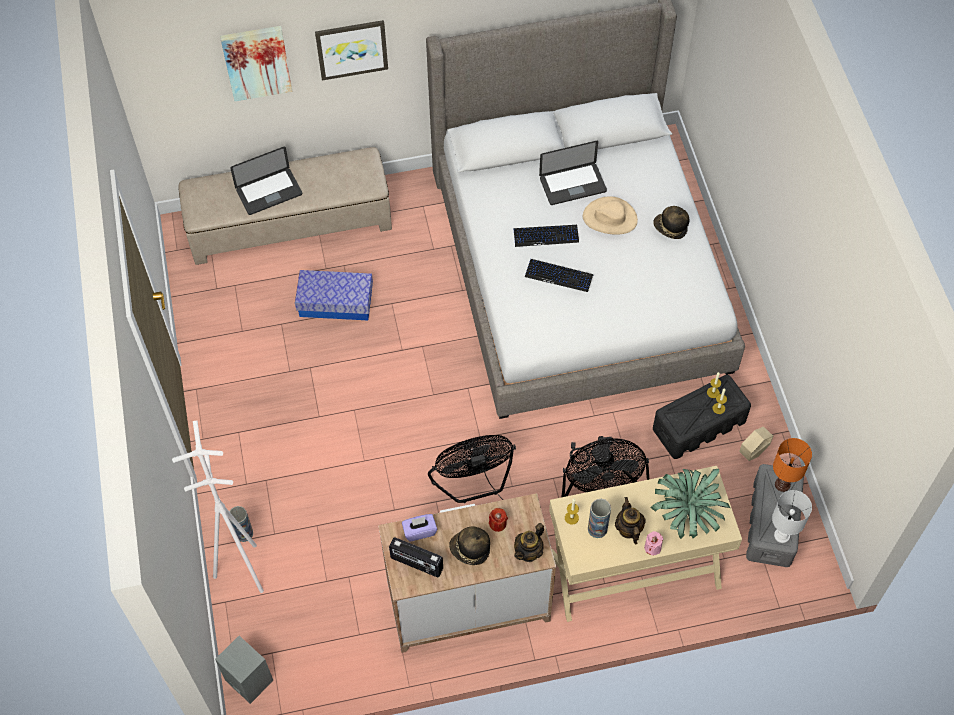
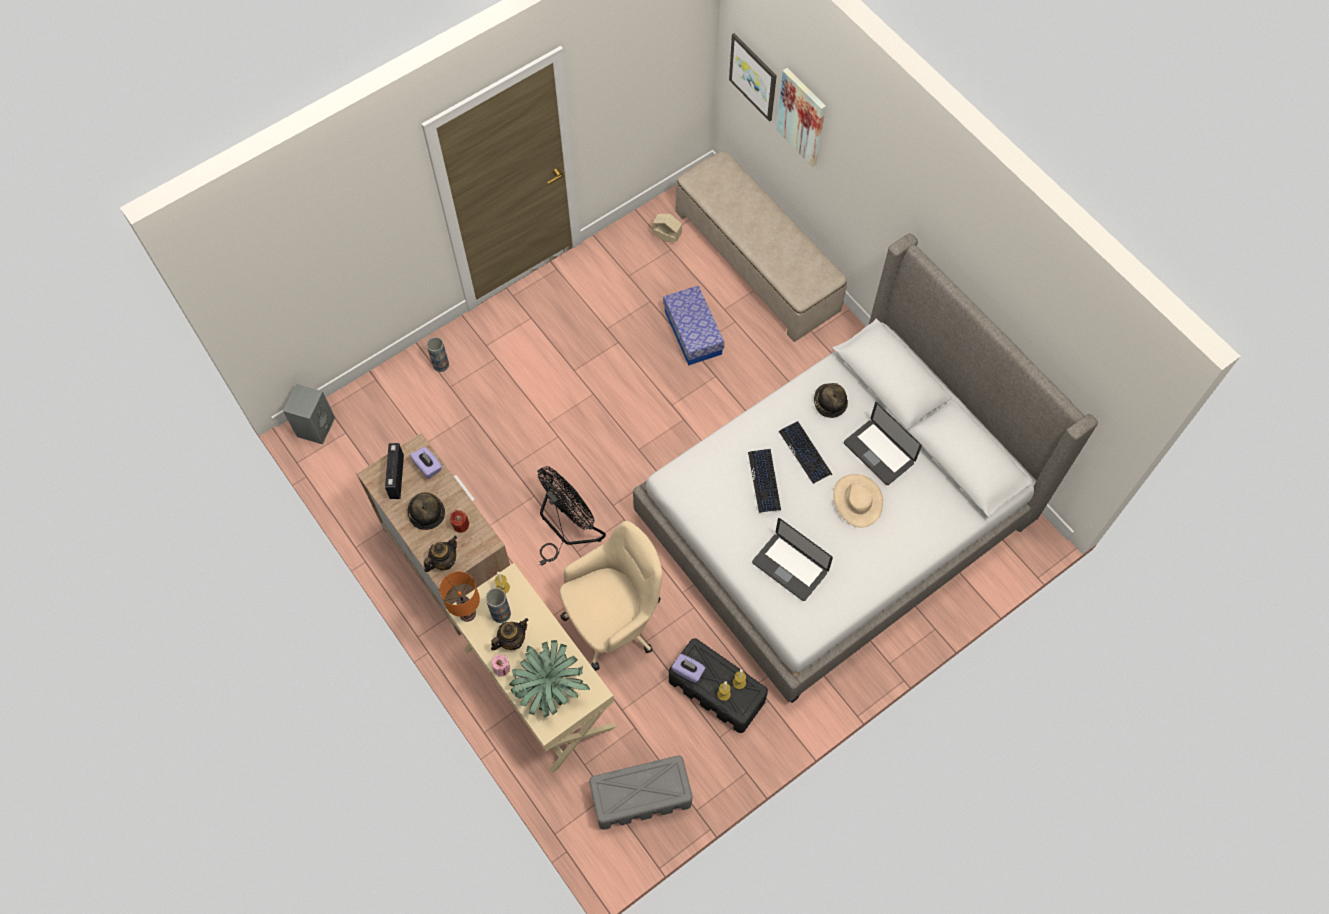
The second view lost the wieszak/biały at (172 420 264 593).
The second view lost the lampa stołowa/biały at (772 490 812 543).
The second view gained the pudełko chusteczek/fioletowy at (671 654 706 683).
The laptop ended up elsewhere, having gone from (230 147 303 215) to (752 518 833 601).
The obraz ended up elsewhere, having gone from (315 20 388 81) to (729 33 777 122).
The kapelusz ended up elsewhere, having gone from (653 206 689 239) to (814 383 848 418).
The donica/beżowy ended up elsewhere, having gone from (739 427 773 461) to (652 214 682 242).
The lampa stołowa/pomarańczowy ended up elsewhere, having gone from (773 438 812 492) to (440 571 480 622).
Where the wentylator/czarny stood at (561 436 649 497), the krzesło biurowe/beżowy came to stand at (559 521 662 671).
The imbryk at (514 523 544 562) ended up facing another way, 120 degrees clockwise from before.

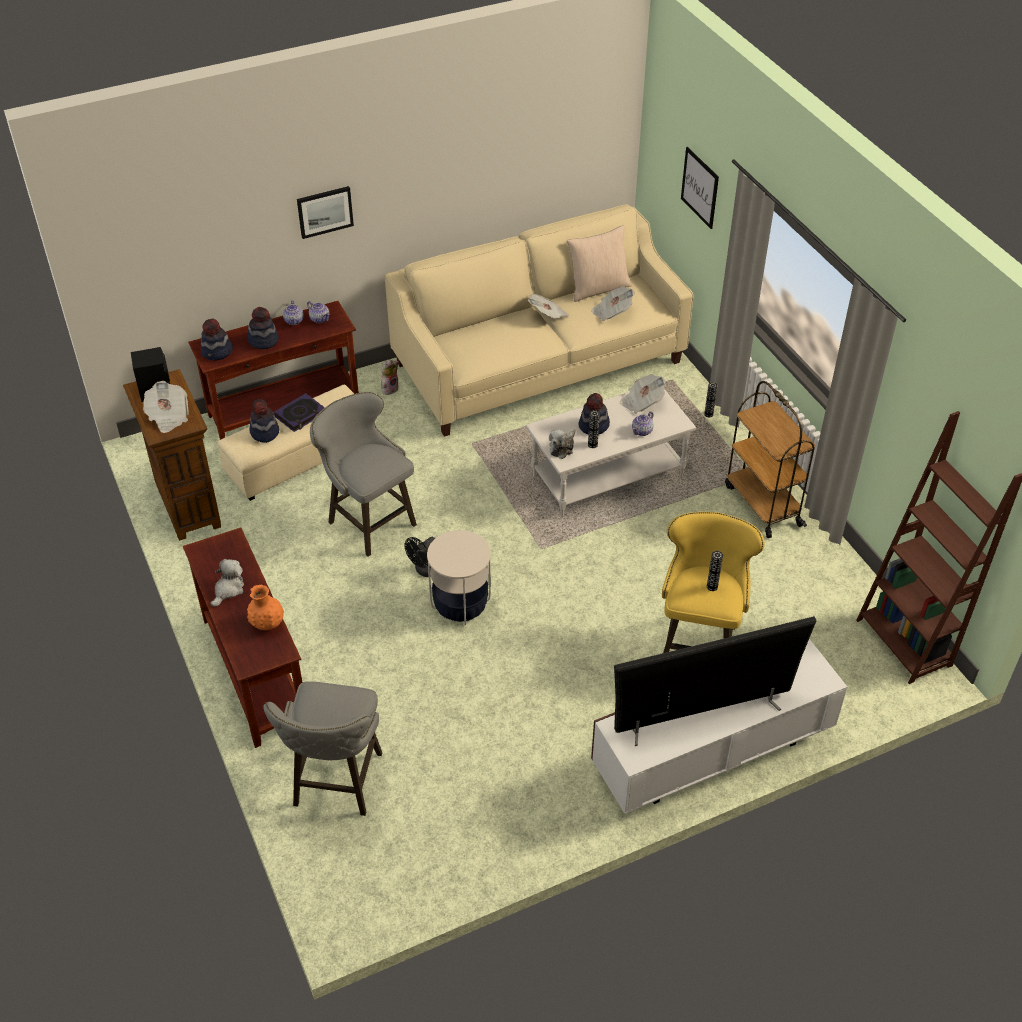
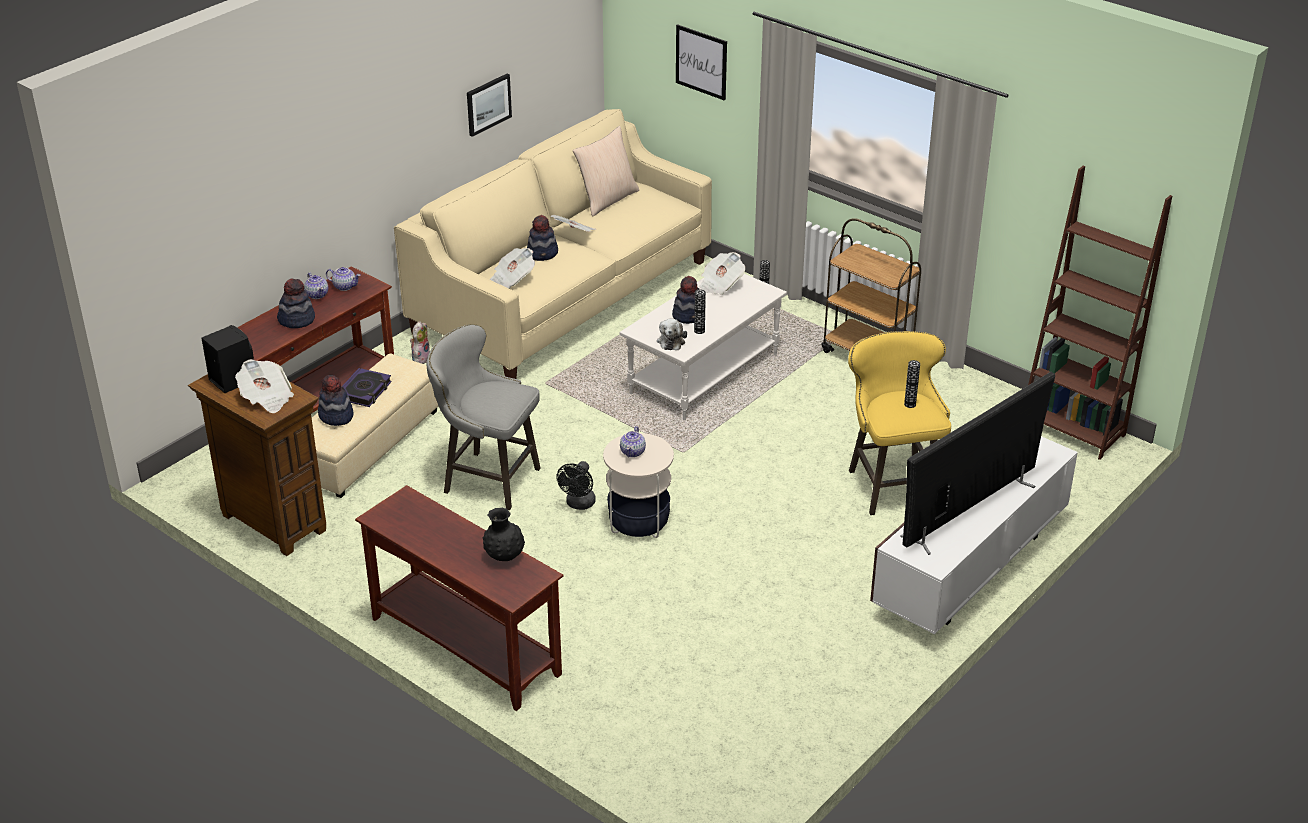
The second view lost the pluszak at (211 559 244 607).
The second view lost the stołek/szary at (263 681 382 816).
The kapelusz ended up elsewhere, having gone from (201 319 233 360) to (527 215 558 261).
The obraz ended up elsewhere, having gone from (297 186 354 239) to (467 74 512 137).
The gazeta ended up elsewhere, having gone from (591 286 635 321) to (489 248 535 289).
The imbryk ended up elsewhere, having gone from (632 411 654 436) to (620 426 646 457).
What was the wazon/pomarańczowy at (247 584 284 630) turned into the wazon/czarny at (483 508 525 561).

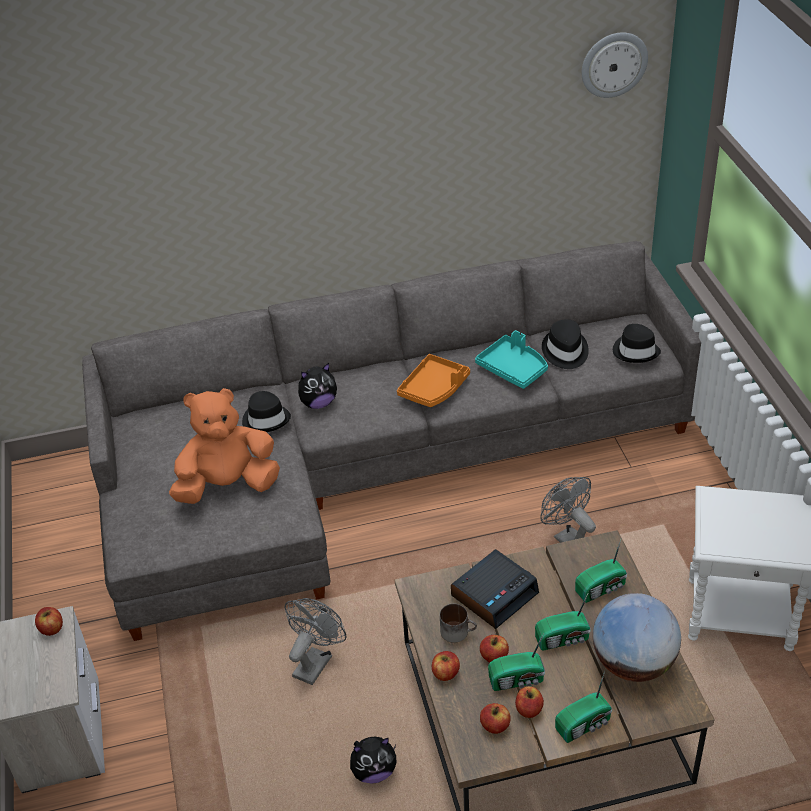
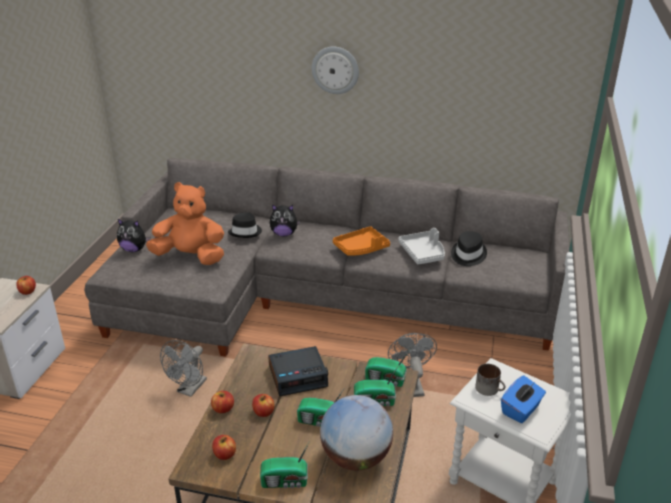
The second view lost the jabłko at (515 686 544 718).
The second view lost the kapelusz/czarny at (613 324 661 363).
The second view gained the pudełko chusteczek/niebieski at (501 376 546 423).
The pluszak ended up elsewhere, having gone from (350 737 396 784) to (117 219 151 252).
The kubek ended up elsewhere, having gone from (440 604 477 643) to (475 364 505 396).
The radio ended up elsewhere, having gone from (488 633 545 691) to (365 350 410 387).
The zegar ścienny ended up elsewhere, having gone from (582 32 648 98) to (312 46 359 94).
What was the taca/turkusowy at (475 330 548 389) turned into the taca/szary at (398 228 445 265).
The wentylator/szary at (284 598 347 685) ended up facing another way, 150 degrees clockwise from before.

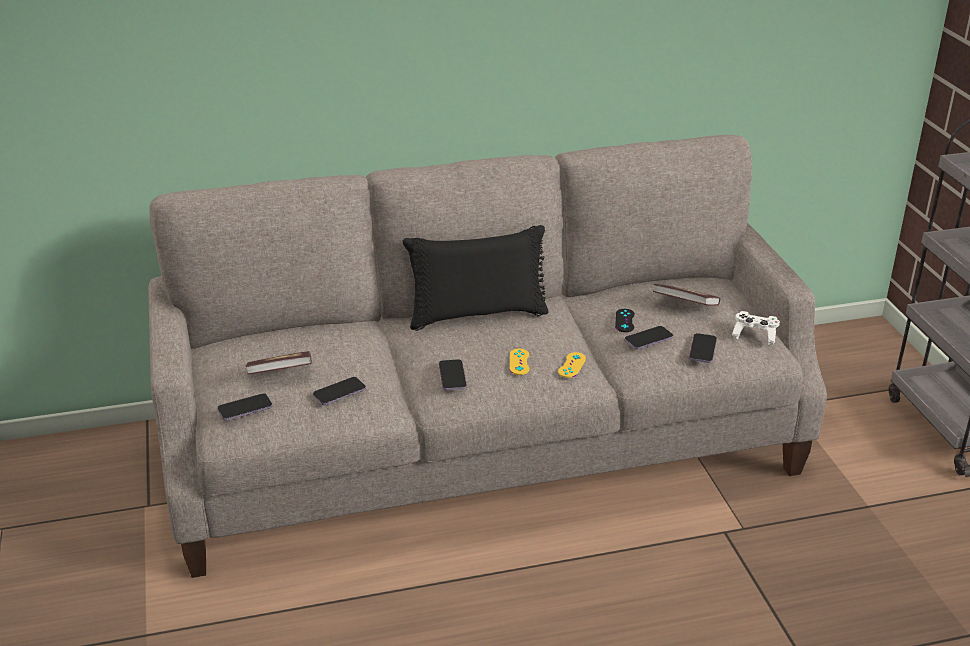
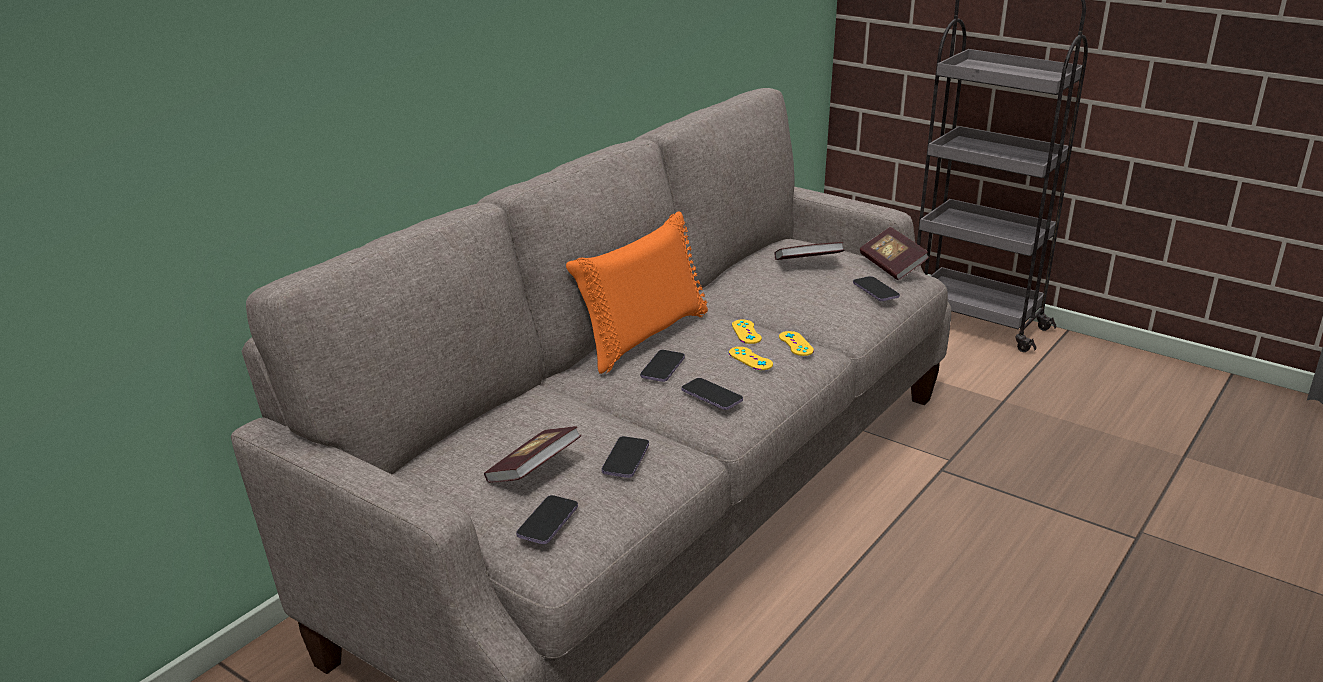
The second view lost the pad do gier/czarny at (615 309 635 332).
The second view gained the pad do gier/żółty at (732 320 762 344).
The telefon ended up elsewhere, having gone from (625 326 673 349) to (640 350 685 382).
Where the pad do gier/biały stood at (732 311 780 346), the książka came to stand at (860 227 929 280).
What was the poduszka/czarny at (403 225 549 331) turned into the poduszka/pomarańczowy at (566 211 708 374).

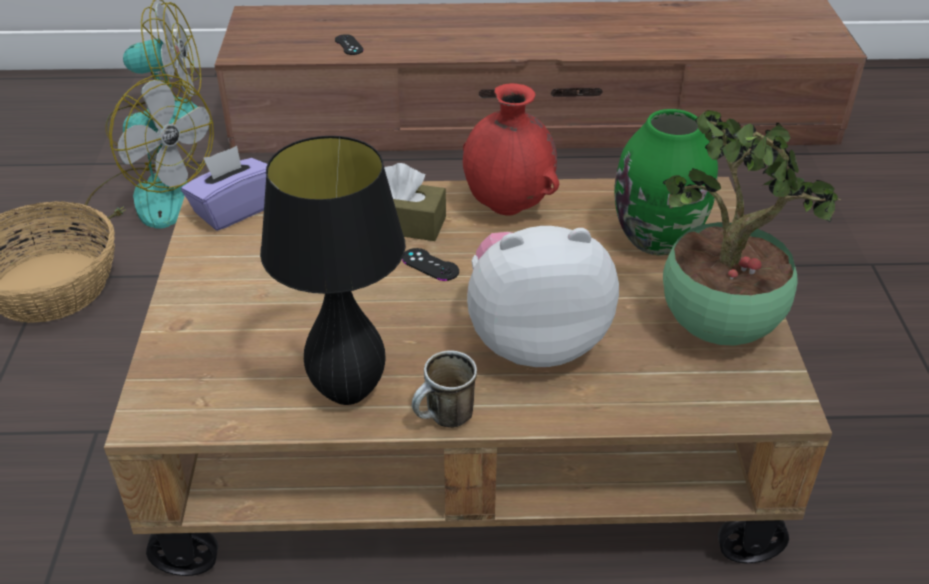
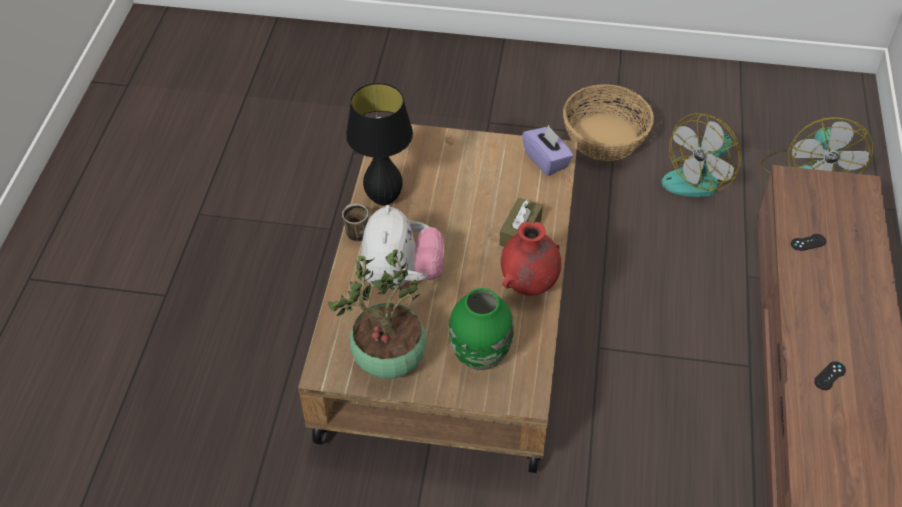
The pad do gier/czarny ended up elsewhere, having gone from (402 248 459 281) to (814 361 846 390).

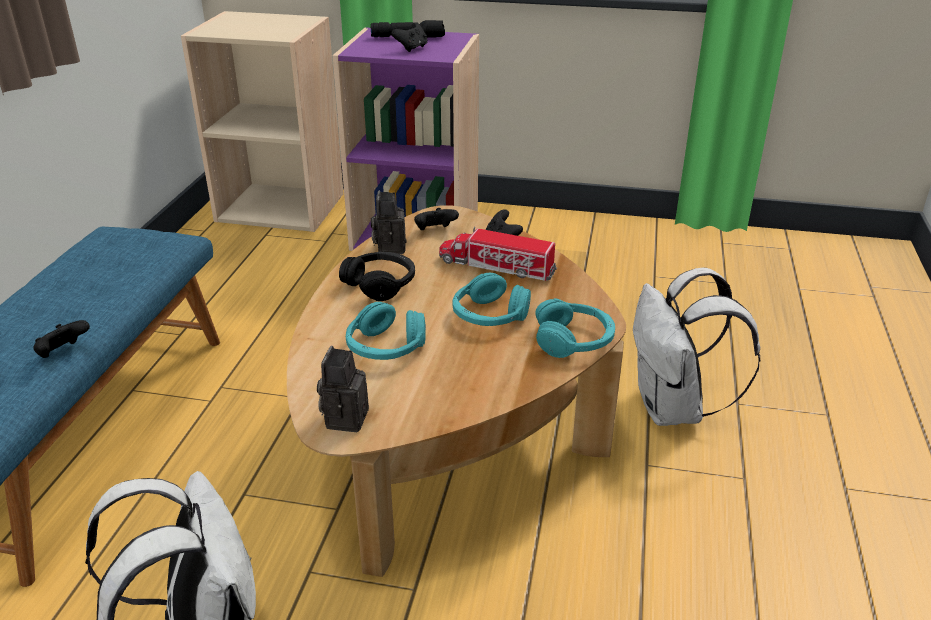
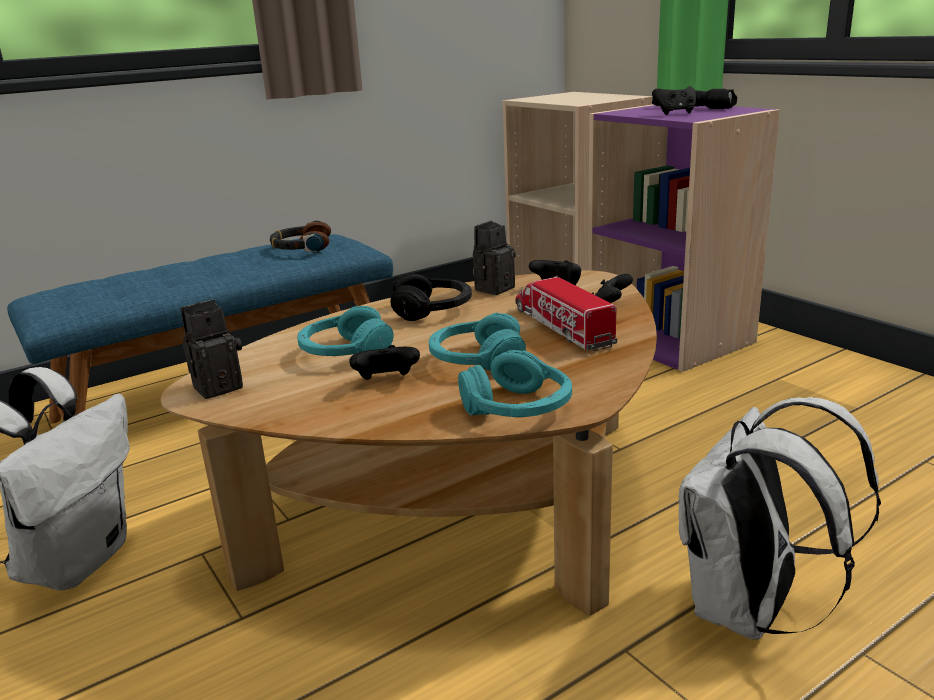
The second view gained the słuchawki at (270 221 331 252).
The pad do gier/czarny ended up elsewhere, having gone from (33 320 90 358) to (349 345 420 380).

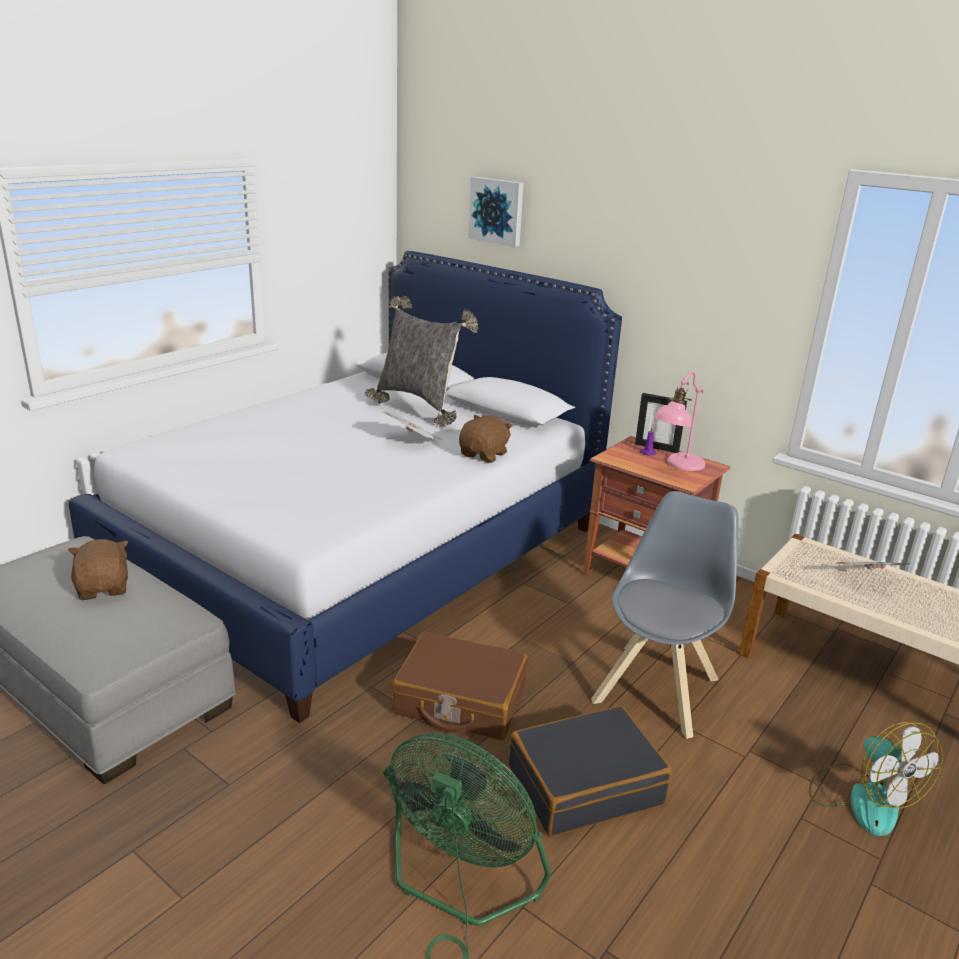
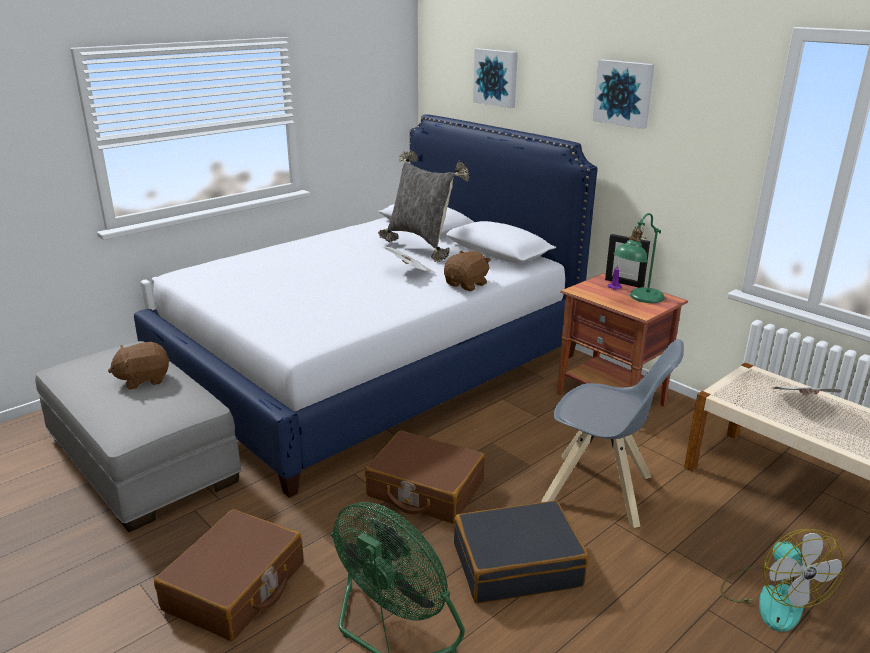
The second view gained the walizka/brązowy at (154 509 303 641).
The second view gained the obraz at (593 60 655 129).
What was the lampa stołowa/różowy at (654 371 705 471) turned into the lampa stołowa/zielony at (614 213 665 303).
The pluszak/brązowy at (68 539 128 600) ended up facing another way, 105 degrees counterclockwise from before.
The krzesło/szary at (591 491 739 739) ended up facing another way, 75 degrees clockwise from before.

